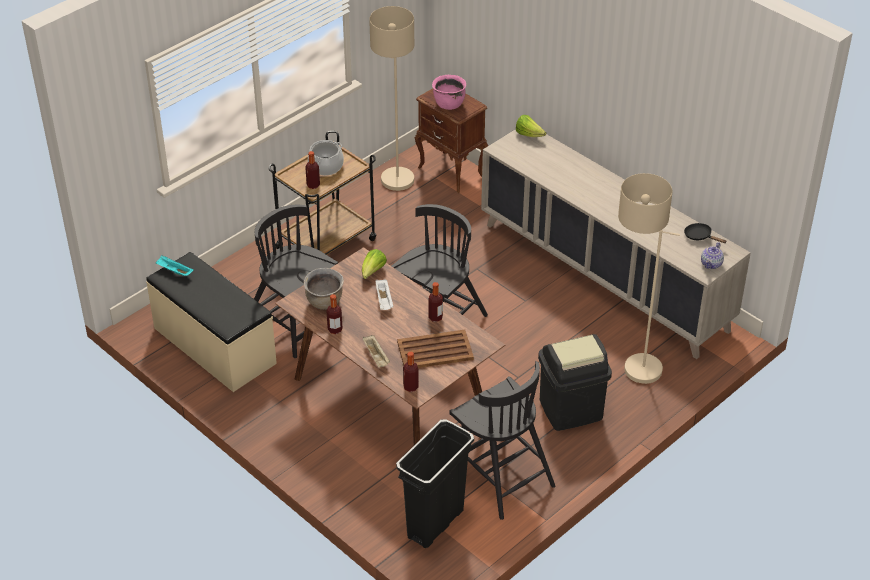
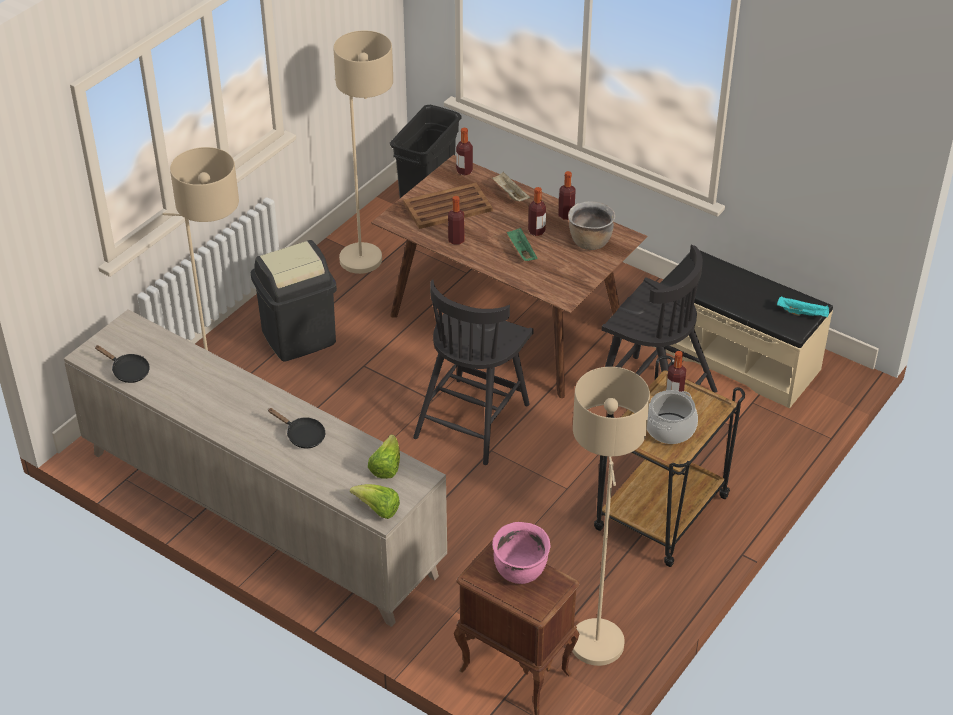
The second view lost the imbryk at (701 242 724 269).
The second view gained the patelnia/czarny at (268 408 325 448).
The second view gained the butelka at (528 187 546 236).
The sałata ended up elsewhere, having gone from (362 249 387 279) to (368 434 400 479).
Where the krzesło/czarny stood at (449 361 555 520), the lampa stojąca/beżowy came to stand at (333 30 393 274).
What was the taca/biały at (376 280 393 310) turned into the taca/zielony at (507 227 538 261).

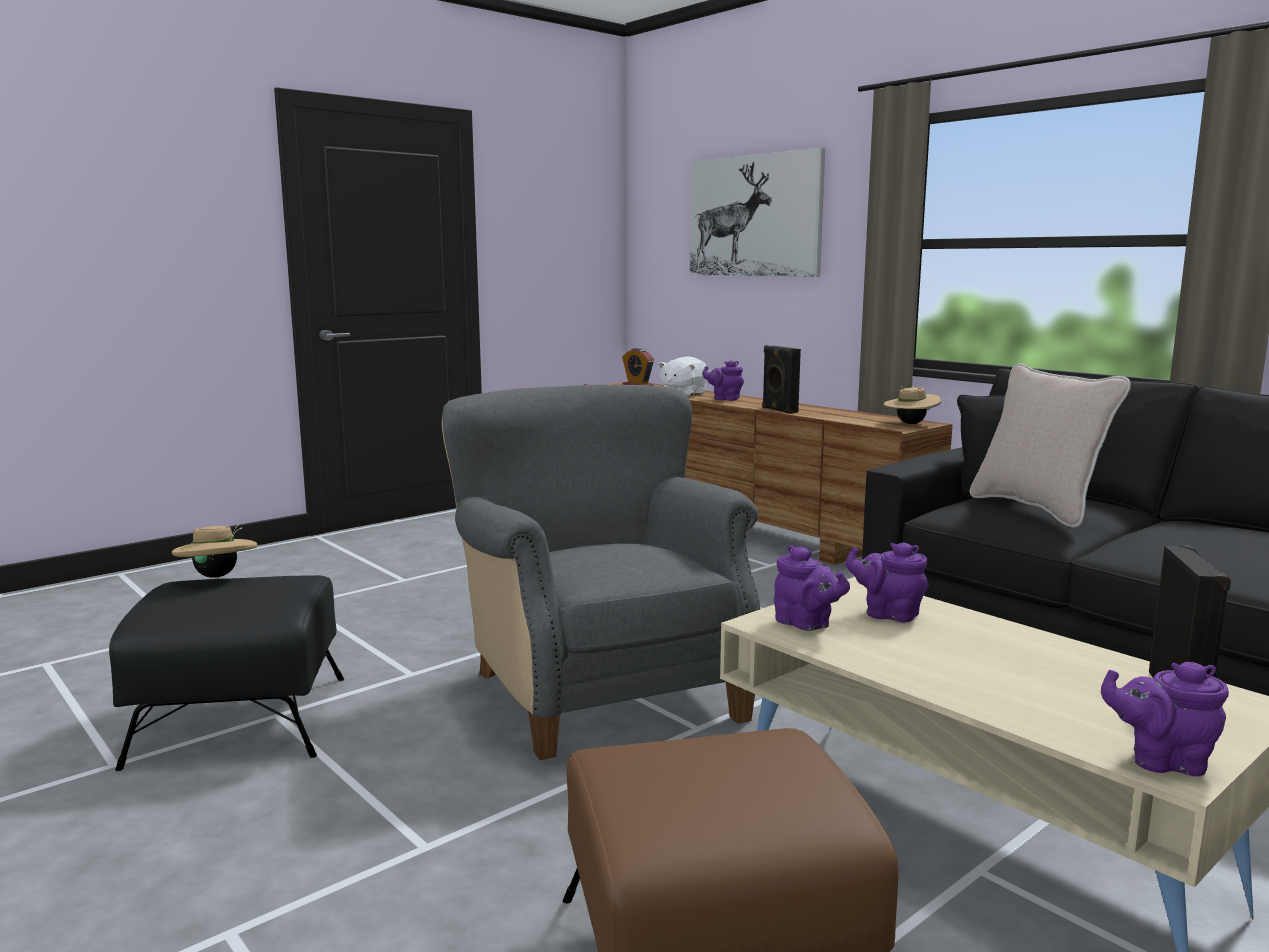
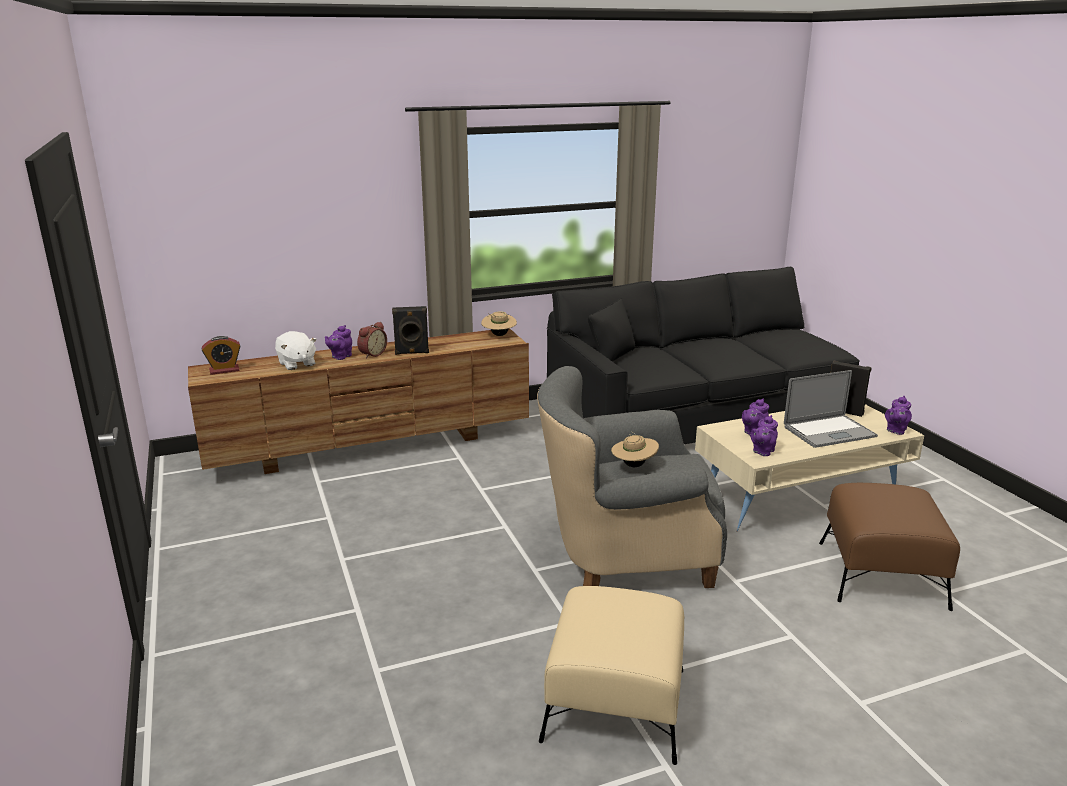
The second view lost the obraz at (690 148 825 277).
The second view lost the poduszka/beżowy at (969 363 1131 528).
The second view gained the budzik at (357 322 387 358).
The second view gained the laptop at (784 370 878 448).
The kapelusz/beżowy ended up elsewhere, having gone from (172 523 258 578) to (611 431 659 467).
What was the pufa/czarny at (109 575 344 771) turned into the pufa/beżowy at (539 586 684 765).
The imbryk/fioletowy at (774 545 850 631) ended up facing another way, 150 degrees clockwise from before.

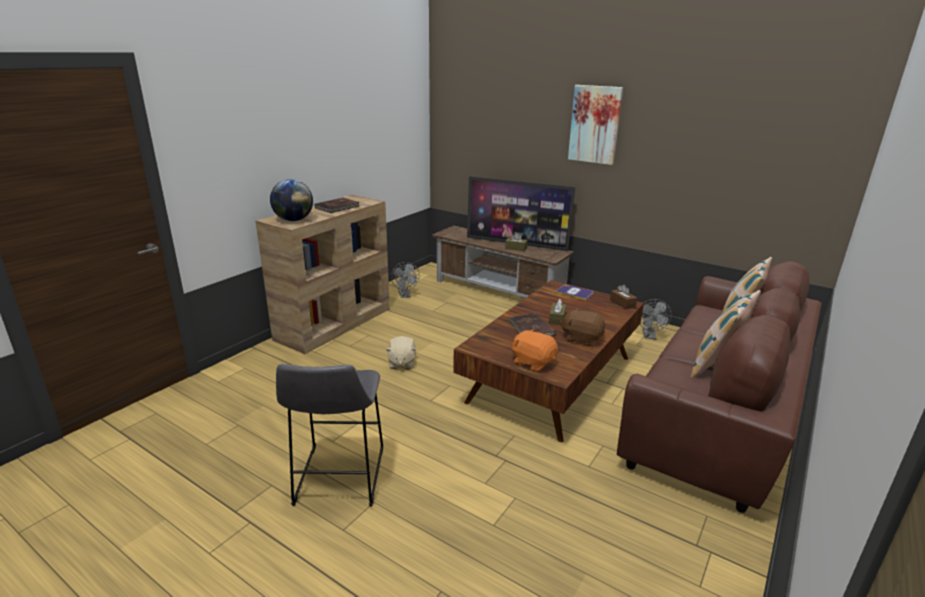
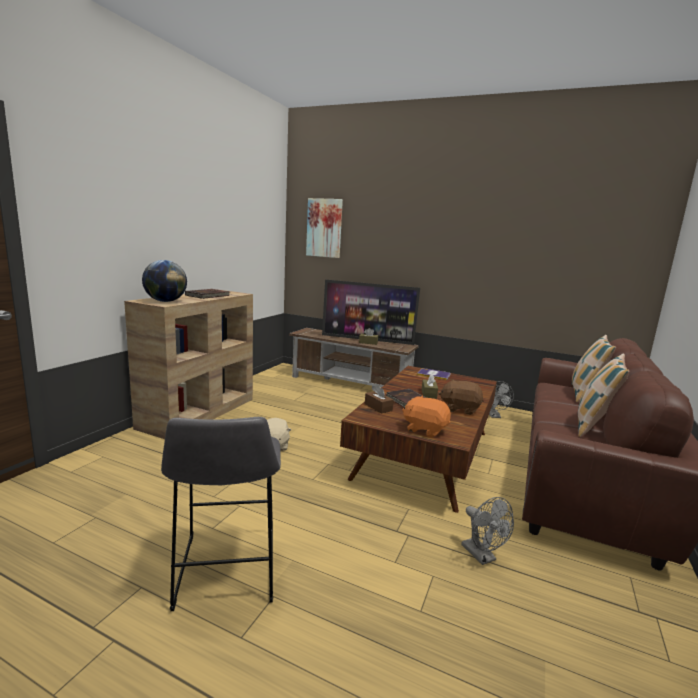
The wentylator/szary ended up elsewhere, having gone from (391 262 419 298) to (462 497 514 565).
The obraz ended up elsewhere, having gone from (568 85 623 165) to (306 198 343 258).
The pudełko chusteczek/brązowy ended up elsewhere, having gone from (610 284 637 309) to (365 385 394 414).

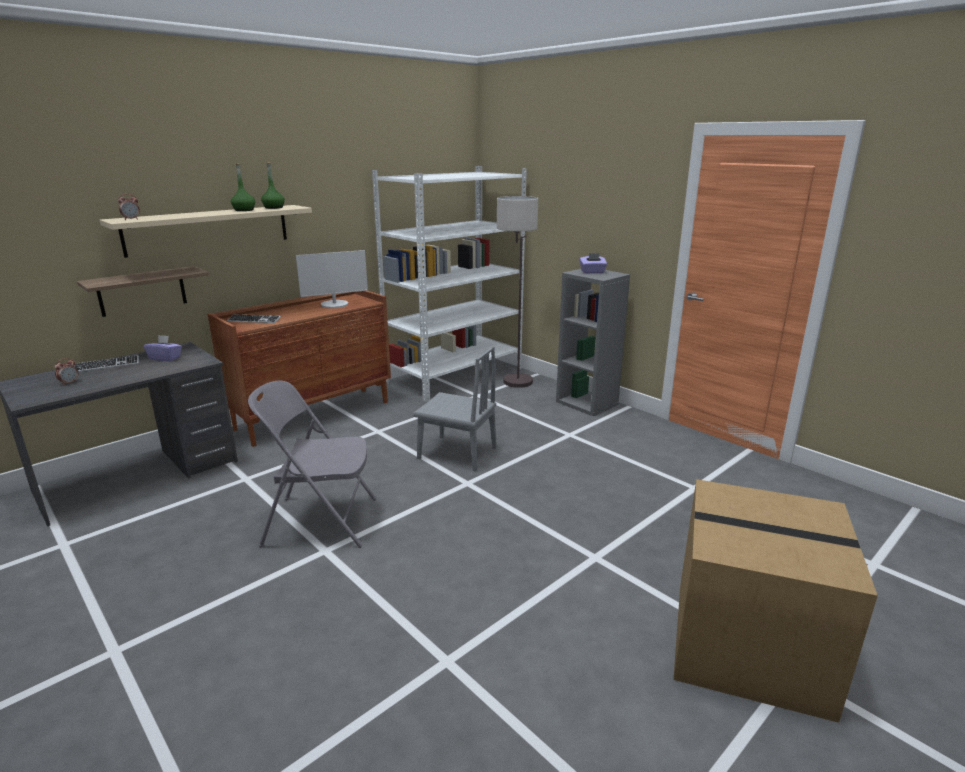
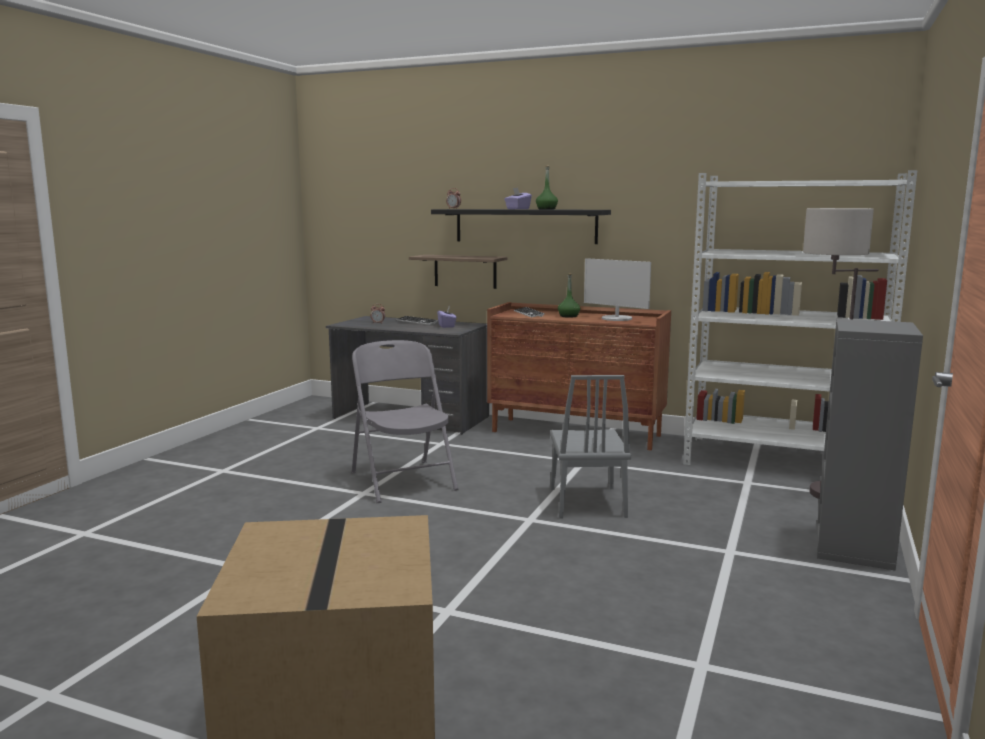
The butelka/zielony ended up elsewhere, having gone from (261 162 285 209) to (558 273 580 318).
The pudełko chusteczek/fioletowy ended up elsewhere, having gone from (580 253 607 273) to (504 188 532 209).
What was the półka/beżowy at (100 205 312 258) turned into the półka/czarny at (431 209 611 244).

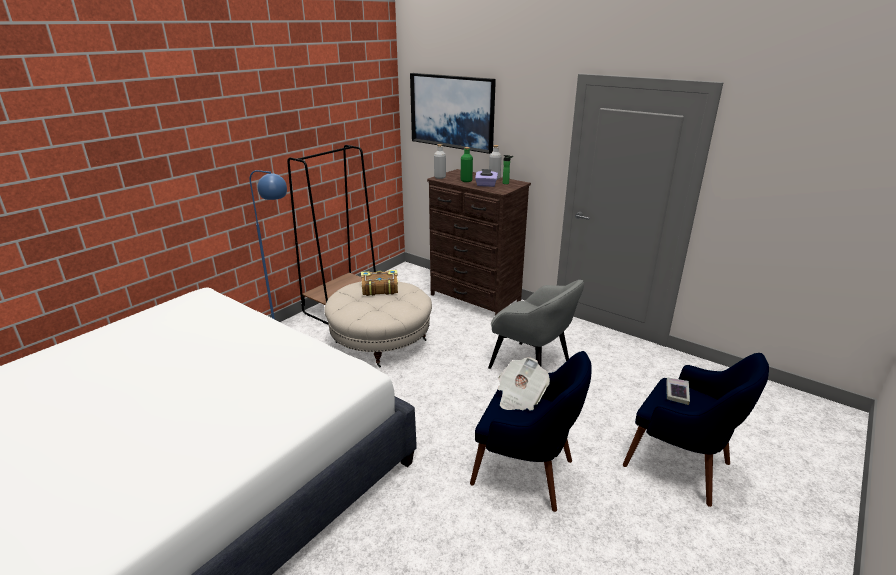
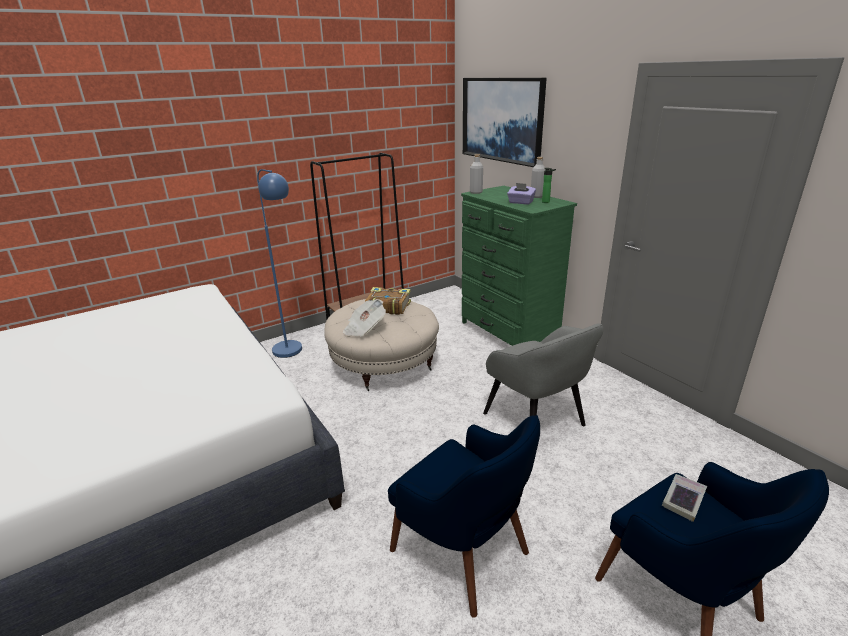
The second view lost the butelka/zielony at (461 147 473 182).
The gazeta ended up elsewhere, having gone from (498 358 550 411) to (343 299 386 337).
What was the komoda/brązowy at (427 169 531 316) turned into the komoda/zielony at (461 186 577 346).

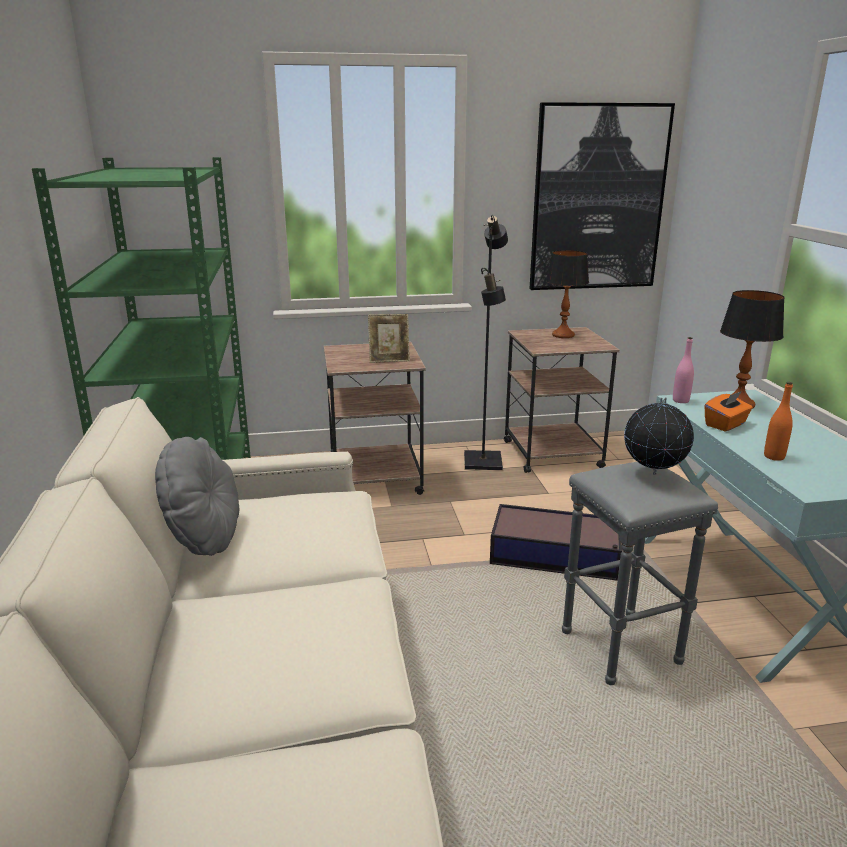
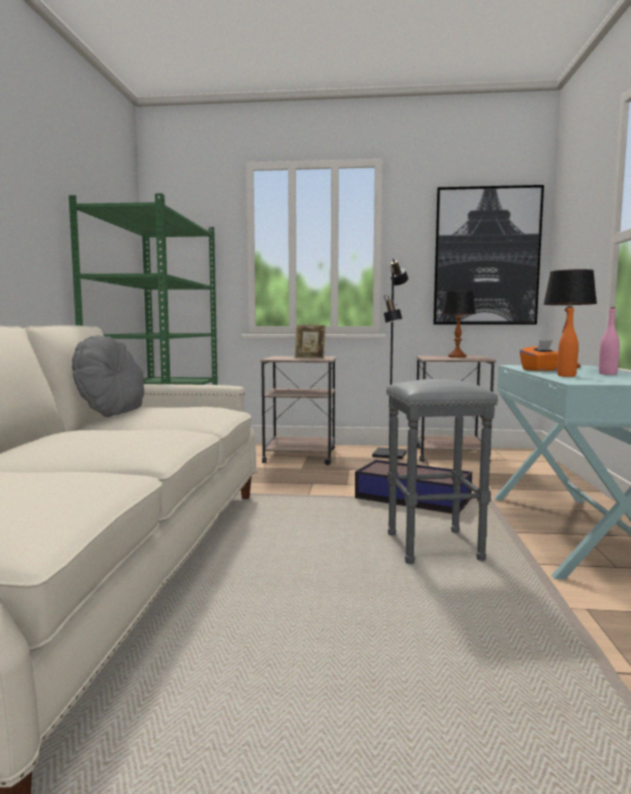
The second view lost the globus at (624 397 694 475).
The butelka/różowy ended up elsewhere, having gone from (673 337 694 403) to (599 307 620 375).

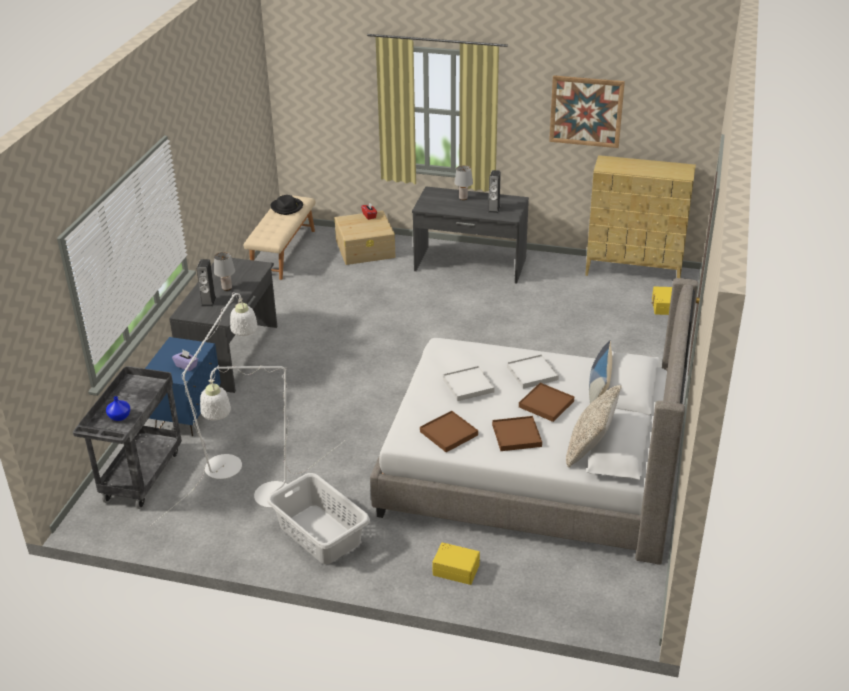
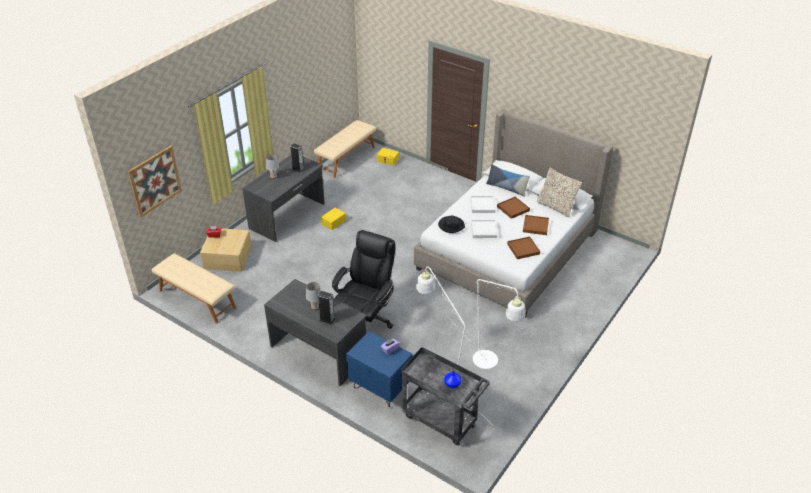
The second view lost the kosz na pranie/szary at (267 473 370 564).
The second view gained the krzesło biurowe/czarny at (332 230 395 329).
The kapelusz/czarny ended up elsewhere, having gone from (270 195 303 215) to (438 216 465 233).
The pojemnik do przechowywania/żółty ended up elsewhere, having gone from (432 542 480 585) to (321 208 346 230).
The obraz ended up elsewhere, having gone from (549 75 625 148) to (127 146 182 217).
Where the komoda/beżowy stood at (585 155 696 278), the ławka/beżowy came to stand at (314 120 376 178).

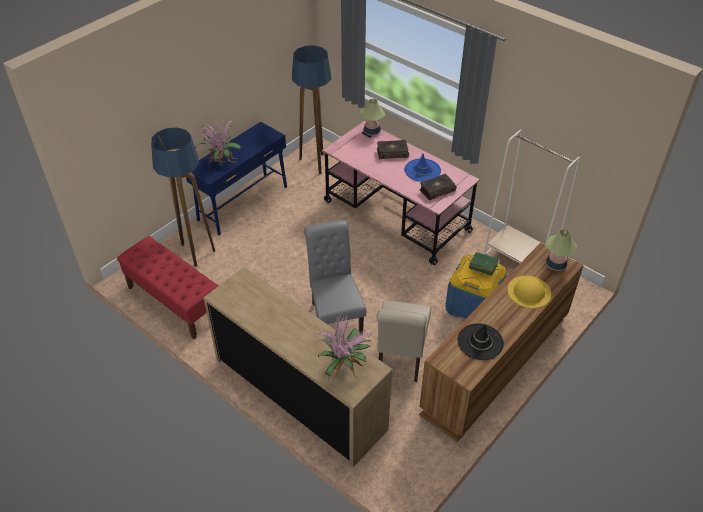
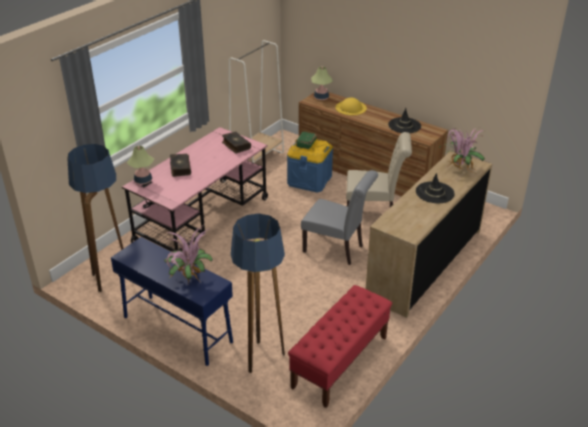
The second view lost the kapelusz/niebieski at (405 154 441 182).
The second view gained the kapelusz/czarny at (416 173 455 203).
The krzesło/szary at (304 220 366 334) ended up facing another way, 135 degrees counterclockwise from before.

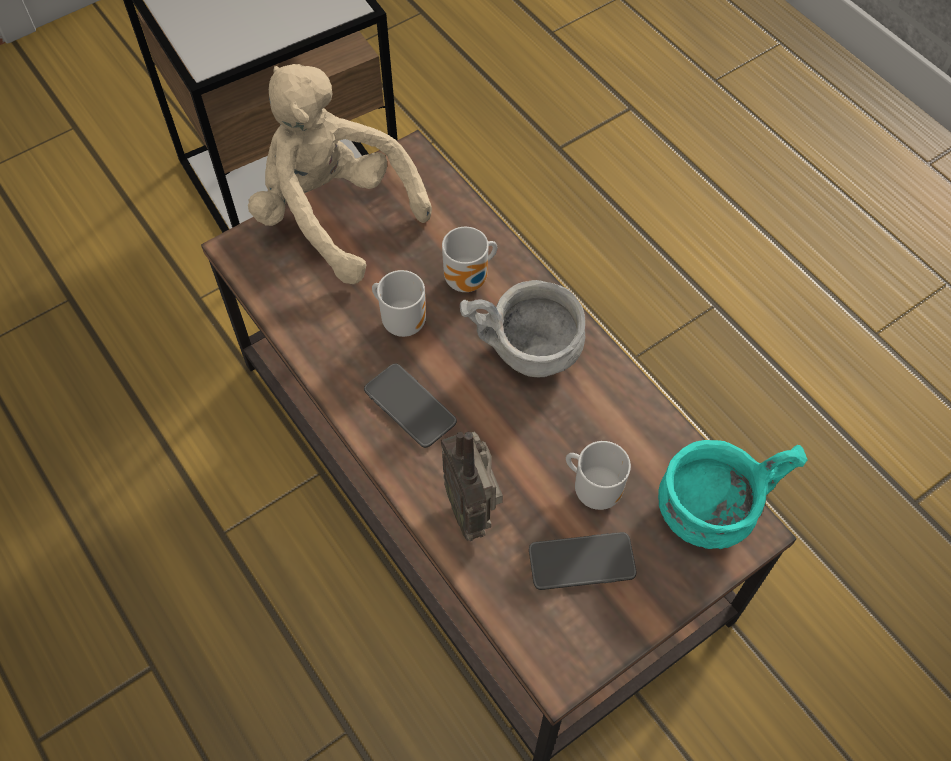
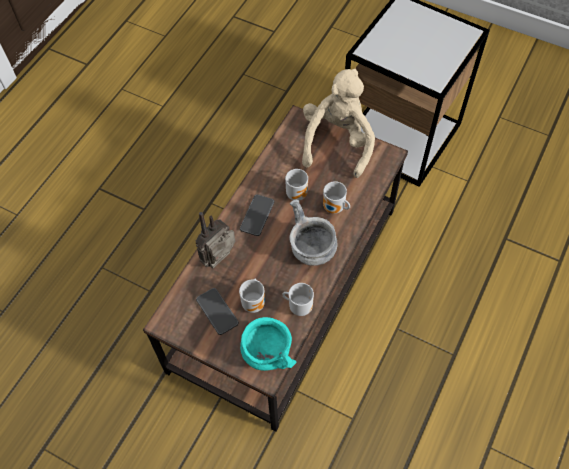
The second view gained the kubek at (282 283 314 316).

